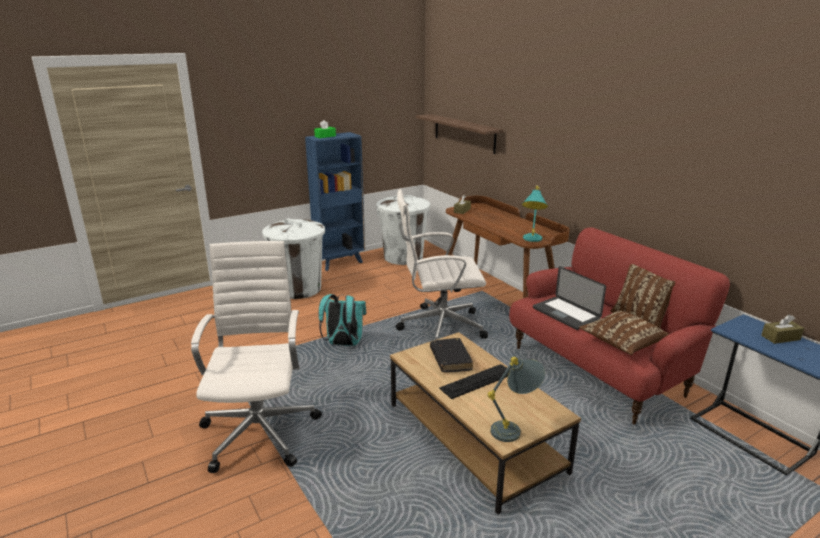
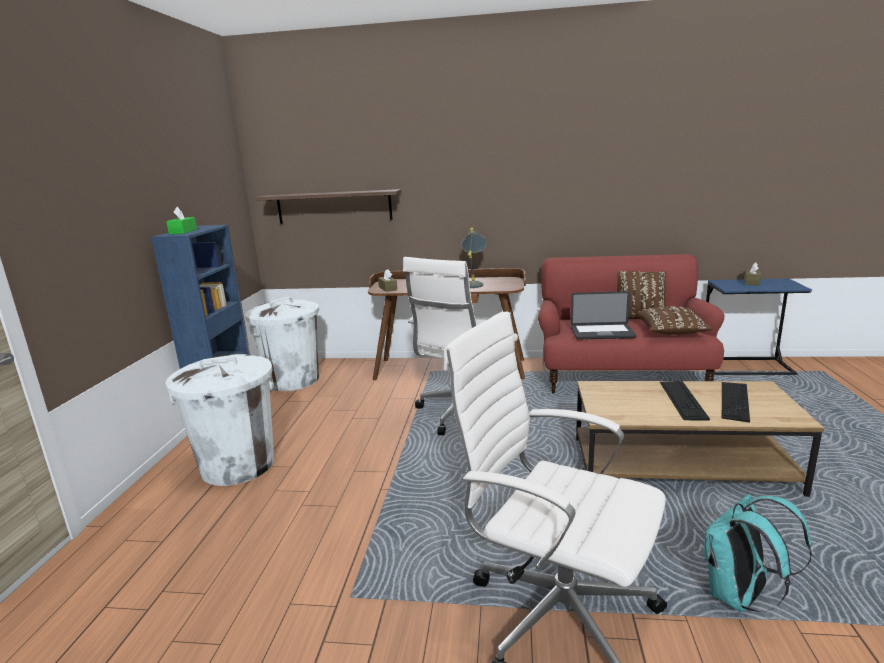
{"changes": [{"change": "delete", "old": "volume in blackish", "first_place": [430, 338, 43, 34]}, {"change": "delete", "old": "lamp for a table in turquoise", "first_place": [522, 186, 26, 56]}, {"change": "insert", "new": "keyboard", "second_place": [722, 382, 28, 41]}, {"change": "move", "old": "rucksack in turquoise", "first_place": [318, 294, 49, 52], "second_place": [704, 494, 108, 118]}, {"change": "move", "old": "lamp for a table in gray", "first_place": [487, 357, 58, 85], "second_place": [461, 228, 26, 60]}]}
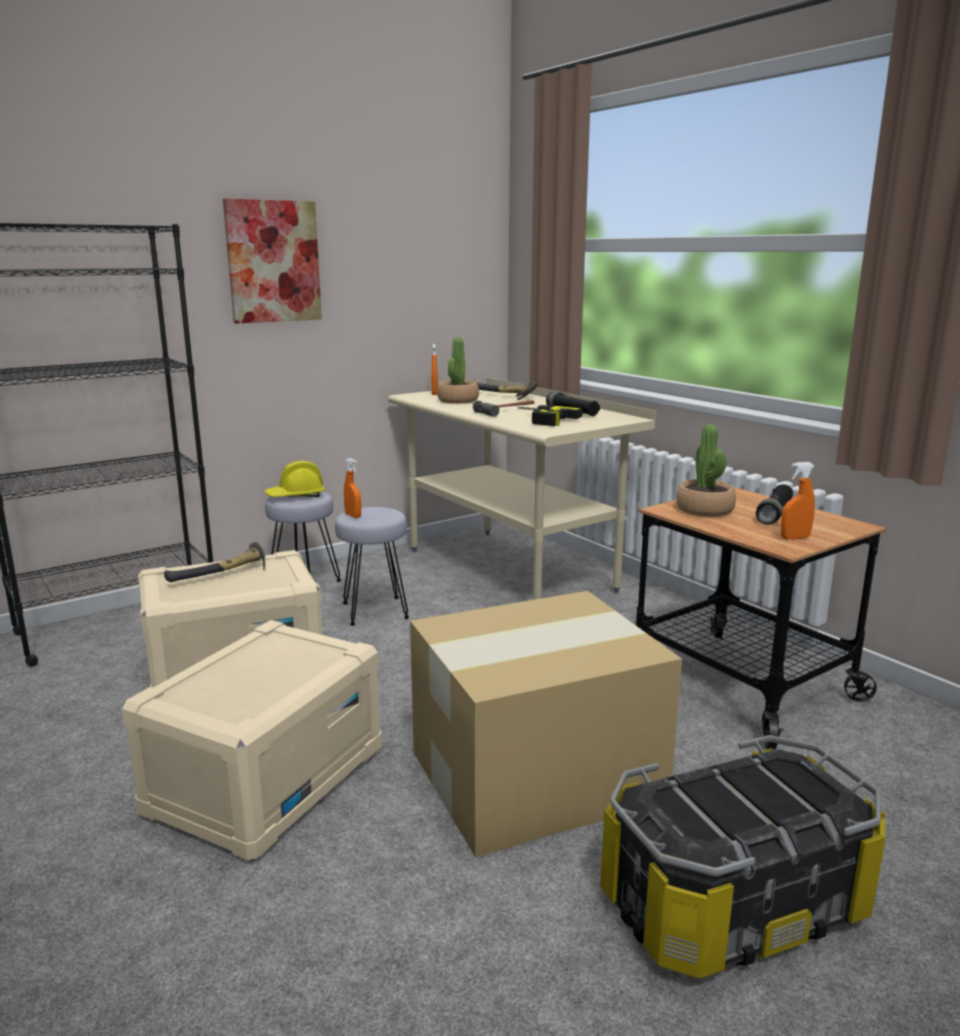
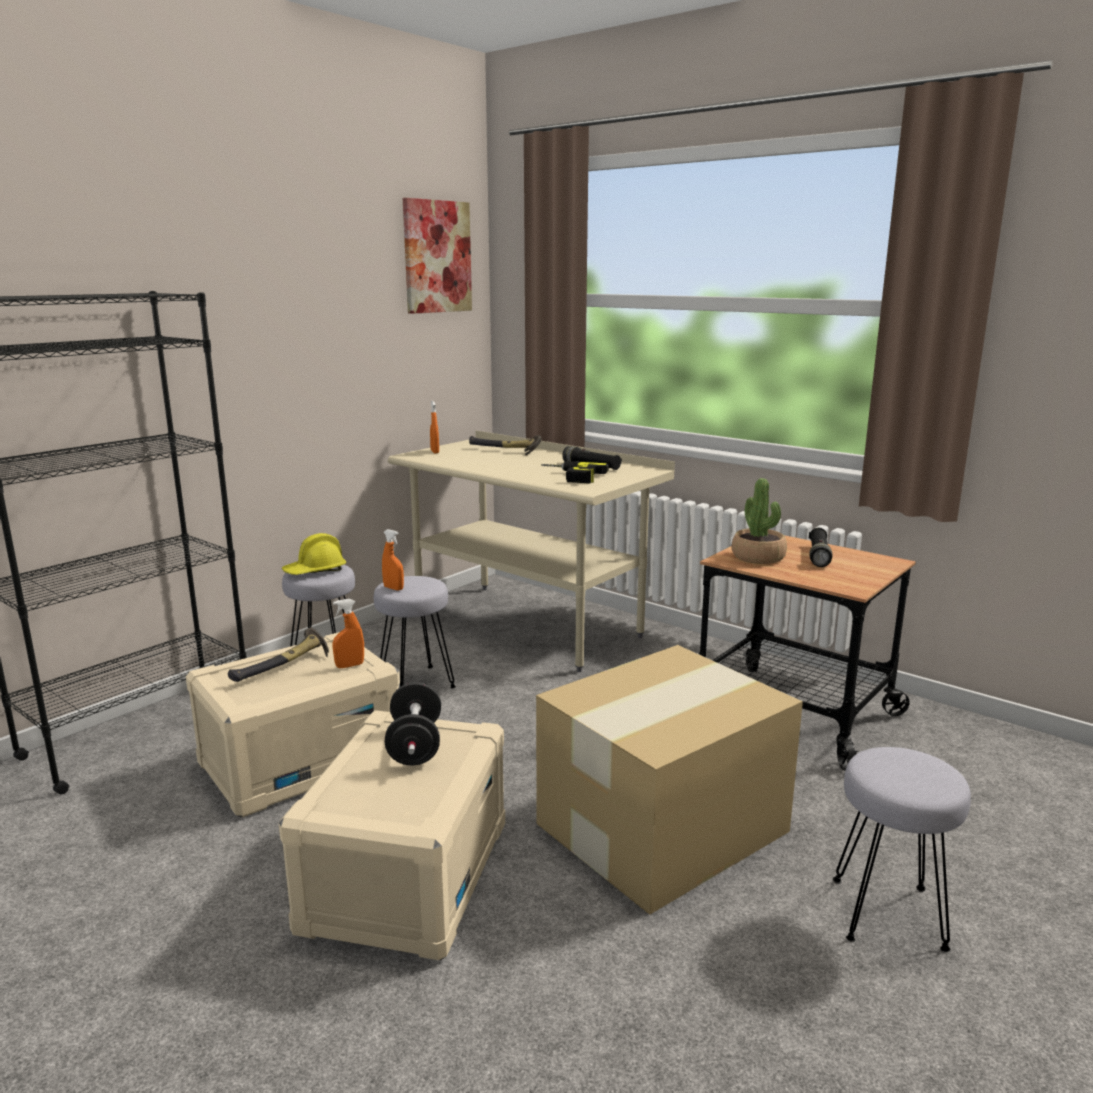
{"changes": [{"change": "delete", "old": "potted plant", "first_place": [437, 337, 42, 67]}, {"change": "delete", "old": "tool hammer", "first_place": [473, 400, 62, 16]}, {"change": "insert", "new": "free weight in blackish", "second_place": [385, 682, 56, 83]}, {"change": "move", "old": "wall picture", "first_place": [223, 198, 99, 126], "second_place": [403, 198, 69, 116]}, {"change": "move", "old": "hand sprayer in orangey", "first_place": [781, 462, 34, 78], "second_place": [333, 599, 31, 69]}, {"change": "replace", "old": "storage container", "new": "stool in gray", "first_place": [600, 735, 286, 243], "second_place": [833, 747, 138, 205]}]}
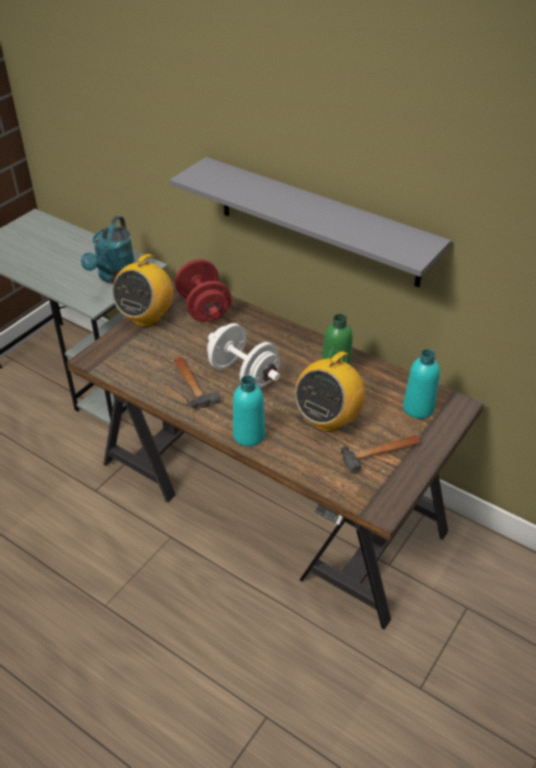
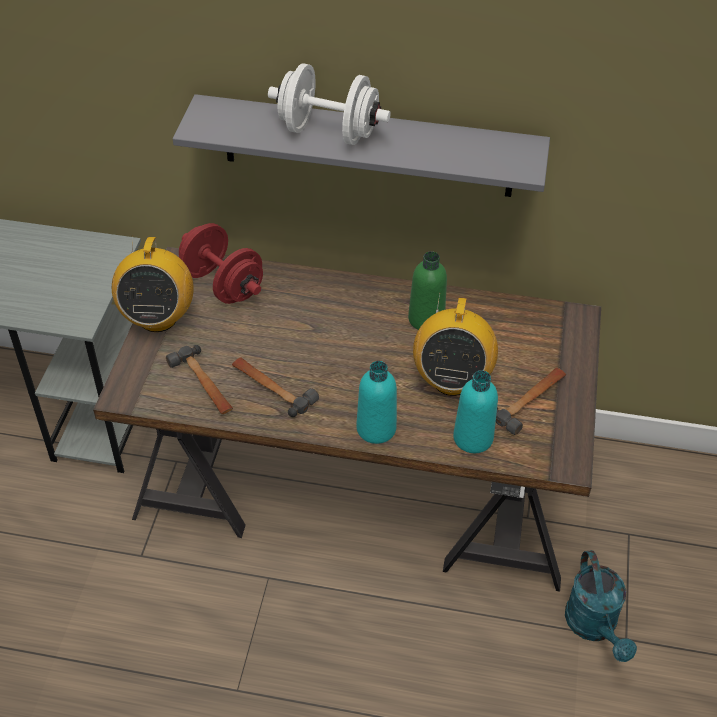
{"changes": [{"change": "insert", "new": "tool hammer", "second_place": [166, 345, 67, 69]}, {"change": "move", "old": "watering pot in turquoise", "first_place": [81, 216, 54, 68], "second_place": [565, 550, 72, 112]}, {"change": "move", "old": "free weight in white", "first_place": [207, 323, 73, 64], "second_place": [268, 63, 123, 82]}, {"change": "move", "old": "beverage bottle in turquoise", "first_place": [403, 349, 37, 70], "second_place": [453, 370, 45, 83]}]}
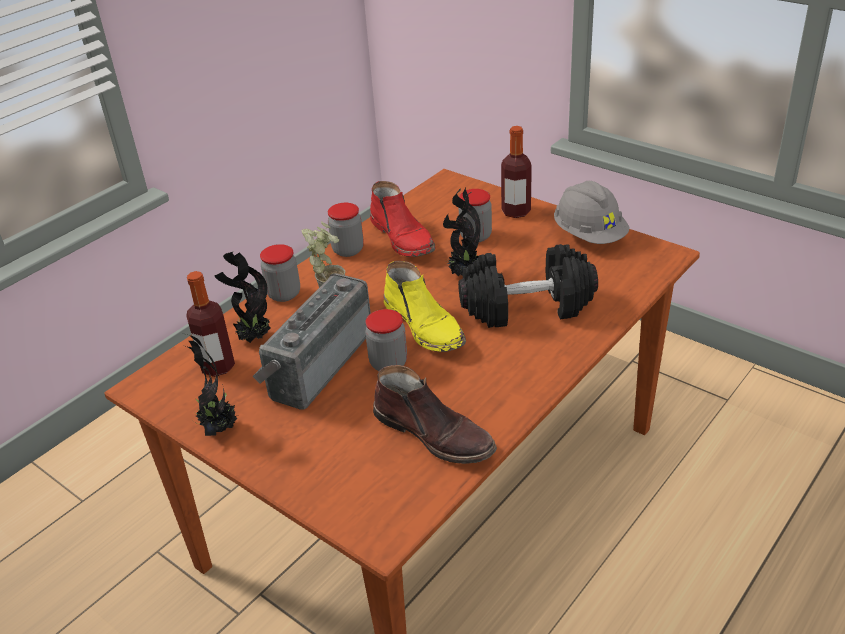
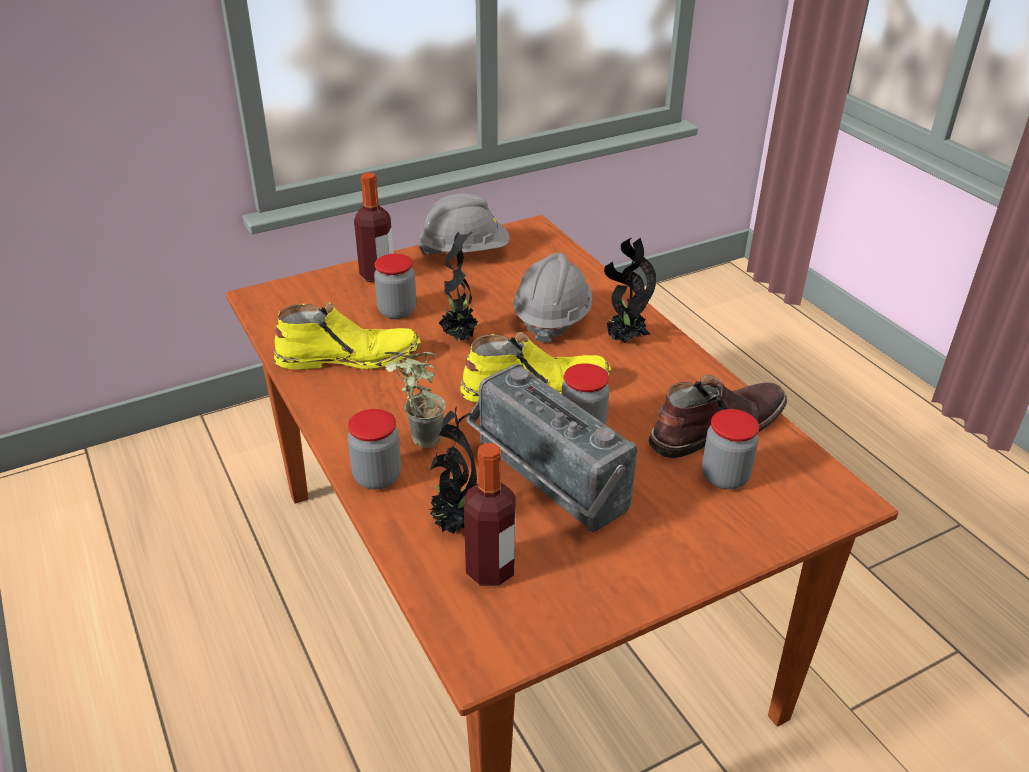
{"changes": [{"change": "move", "old": "potted plant", "first_place": [182, 334, 55, 102], "second_place": [604, 237, 52, 106]}, {"change": "move", "old": "storage jar", "first_place": [328, 203, 36, 54], "second_place": [702, 409, 57, 81]}, {"change": "replace", "old": "free weight in blackish", "new": "hard hat in gray", "first_place": [458, 244, 140, 84], "second_place": [513, 253, 79, 91]}, {"change": "recolor", "old": "tall boot in red", "new": "tall boot in yellow", "first_place": [370, 181, 65, 76], "second_place": [274, 303, 147, 67]}]}
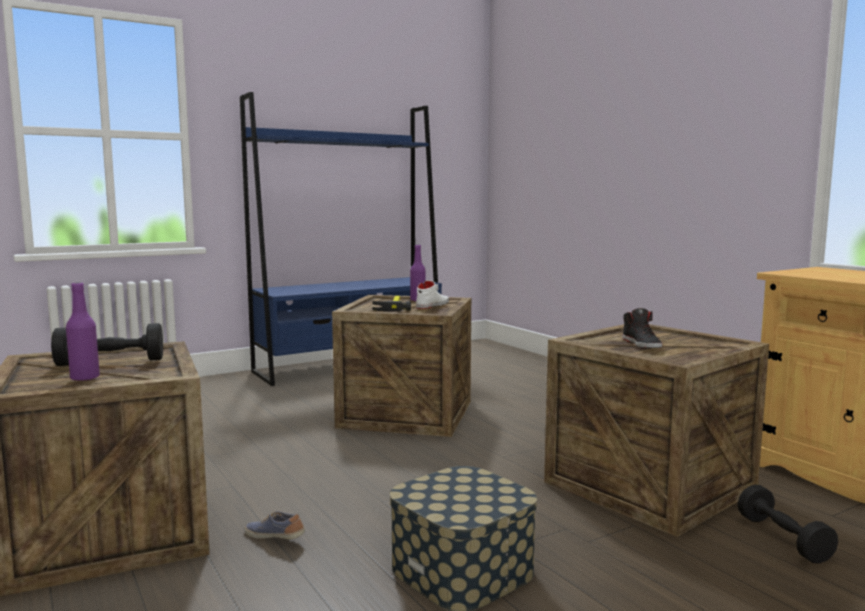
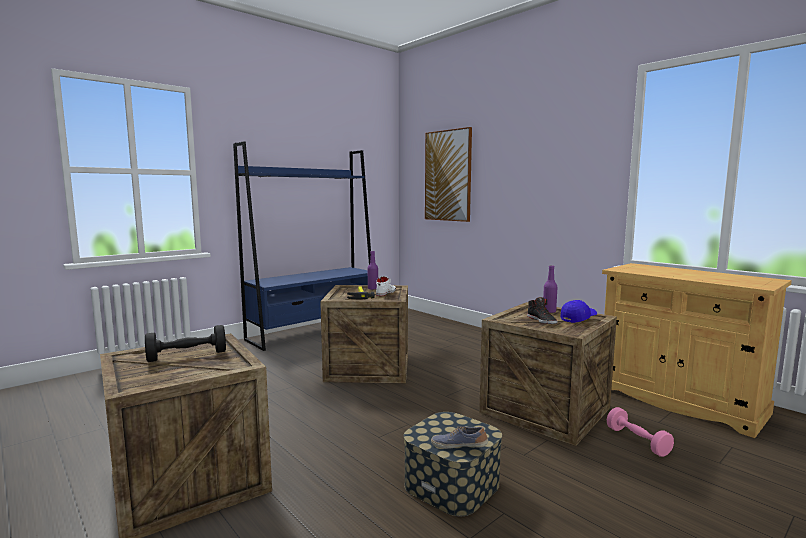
{"changes": [{"change": "insert", "new": "wall picture", "second_place": [425, 127, 47, 95]}, {"change": "insert", "new": "peaked cap in blue", "second_place": [561, 300, 36, 23]}, {"change": "move", "old": "beverage bottle in purplish", "first_place": [66, 282, 34, 99], "second_place": [543, 265, 14, 48]}, {"change": "move", "old": "low shoe", "first_place": [244, 511, 61, 29], "second_place": [431, 426, 57, 23]}, {"change": "recolor", "old": "free weight in blackish", "new": "free weight in pink", "first_place": [738, 485, 100, 79], "second_place": [607, 407, 67, 50]}]}
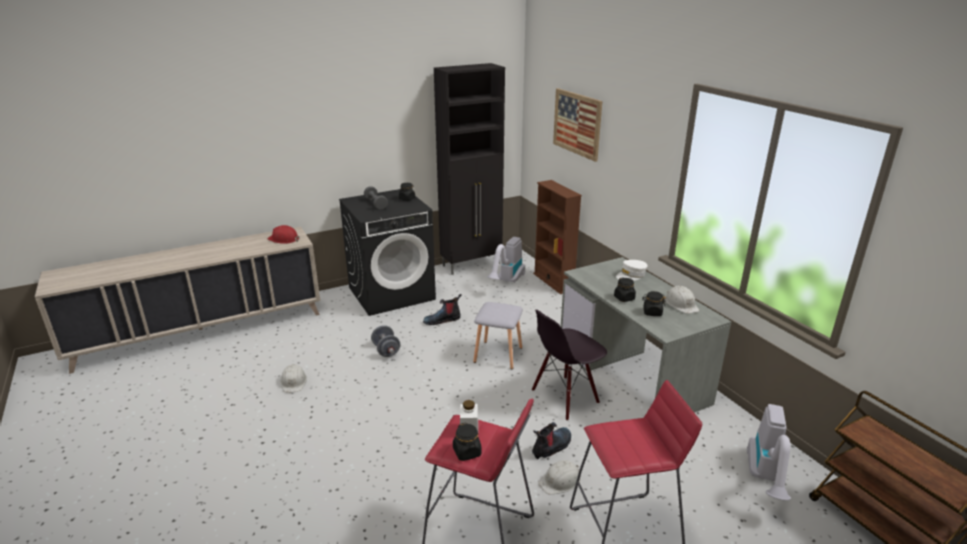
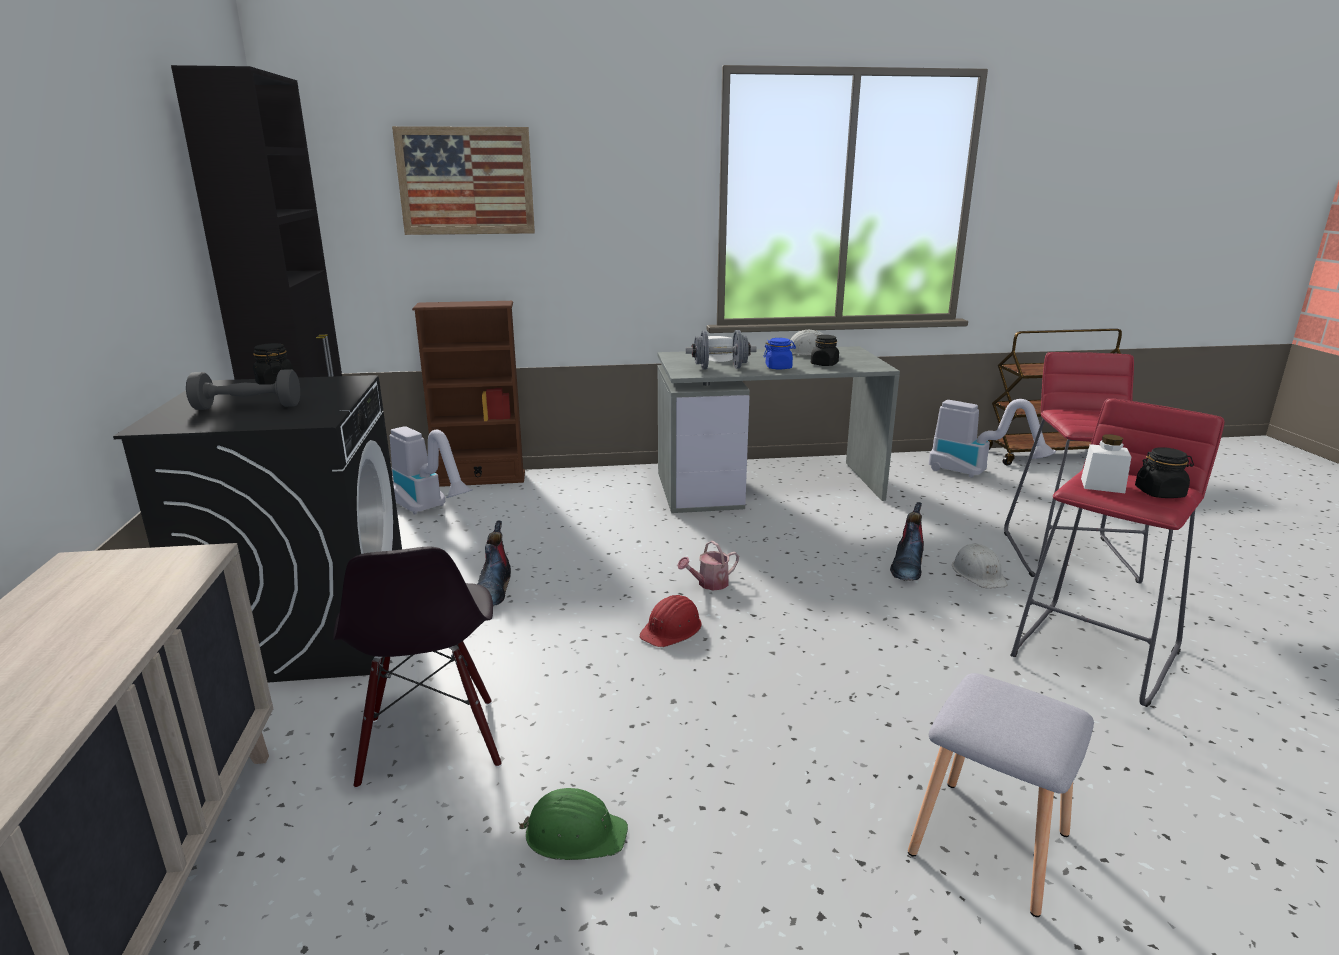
{"changes": [{"change": "insert", "new": "watering pot", "second_place": [677, 541, 62, 50]}, {"change": "move", "old": "hard hat in red", "first_place": [268, 225, 32, 19], "second_place": [639, 595, 63, 52]}, {"change": "move", "old": "free weight in gray", "first_place": [371, 325, 29, 32], "second_place": [685, 330, 72, 39]}, {"change": "move", "old": "stool in gray", "first_place": [473, 302, 50, 67], "second_place": [908, 673, 186, 244]}, {"change": "move", "old": "upright chair in blackish", "first_place": [532, 310, 75, 111], "second_place": [333, 547, 169, 242]}, {"change": "recolor", "old": "hard hat in white", "new": "hard hat in green-coloured", "first_place": [281, 364, 26, 29], "second_place": [518, 788, 110, 72]}, {"change": "recolor", "old": "storage jar in blackish", "new": "storage jar in blue", "first_place": [614, 277, 22, 25], "second_place": [763, 338, 33, 32]}, {"change": "rotate", "old": "tall boot", "first_place": [532, 422, 39, 37], "second_place": [890, 502, 34, 79], "degrees": -135}]}
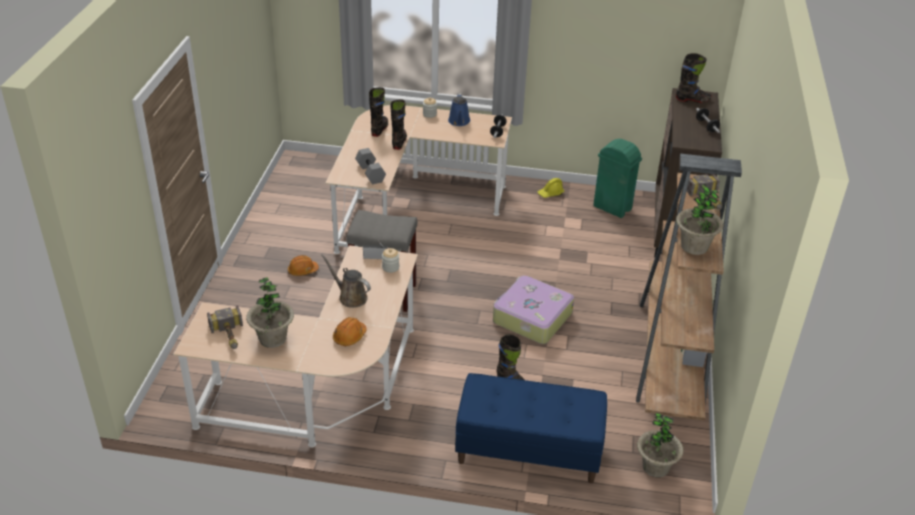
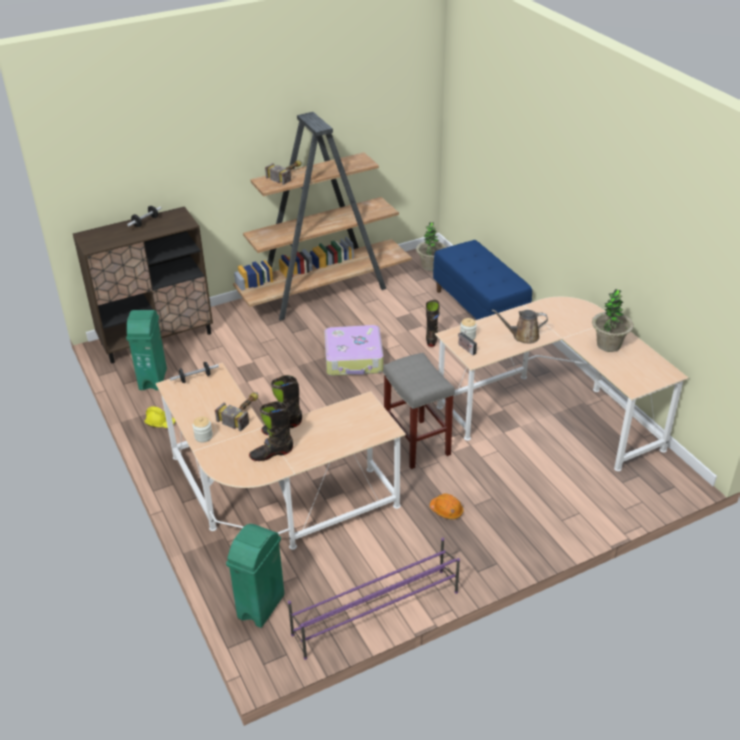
{"changes": [{"change": "delete", "old": "hard hat in orangey", "first_place": [333, 317, 34, 29]}, {"change": "delete", "old": "free weight in gray", "first_place": [355, 148, 31, 36]}, {"change": "delete", "old": "watering pot in blue", "first_place": [448, 93, 23, 33]}, {"change": "delete", "old": "tall boot in blackish", "first_place": [676, 53, 36, 50]}, {"change": "delete", "old": "potted plant", "first_place": [676, 184, 48, 71]}, {"change": "insert", "new": "rubbish bin in green-coloured", "second_place": [226, 524, 58, 104]}, {"change": "insert", "new": "shoe shelf in purplish", "second_place": [288, 538, 172, 122]}, {"change": "move", "old": "tool hammer", "first_place": [207, 306, 36, 43], "second_place": [215, 392, 43, 40]}, {"change": "rotate", "old": "watering pot in brown-coloured", "first_place": [321, 254, 50, 54], "second_place": [492, 309, 56, 35], "degrees": 90}]}
